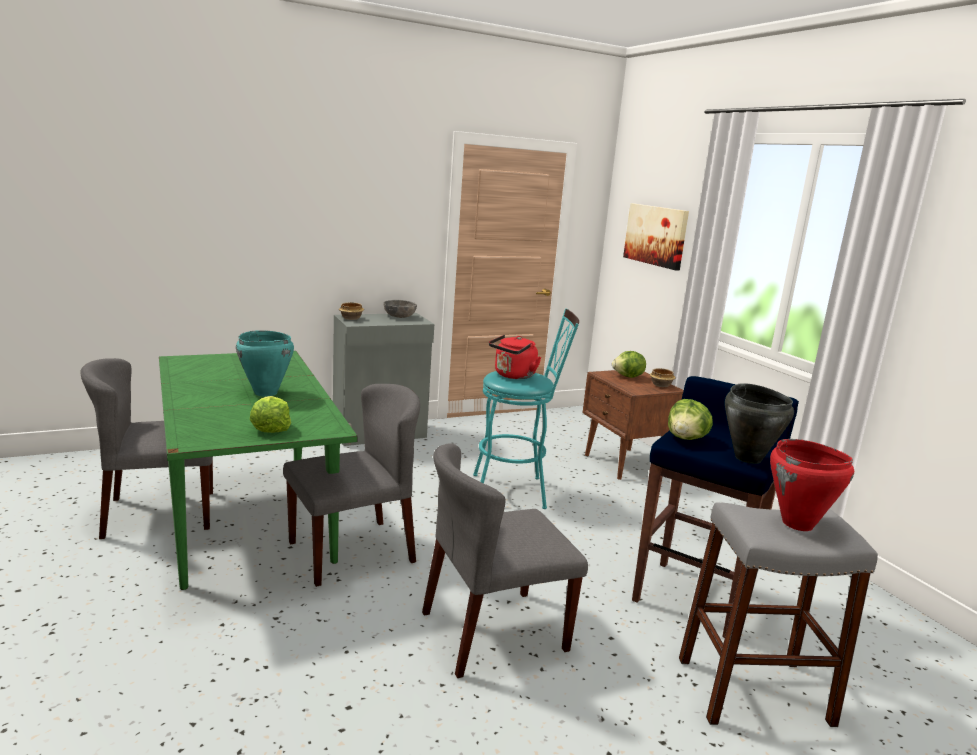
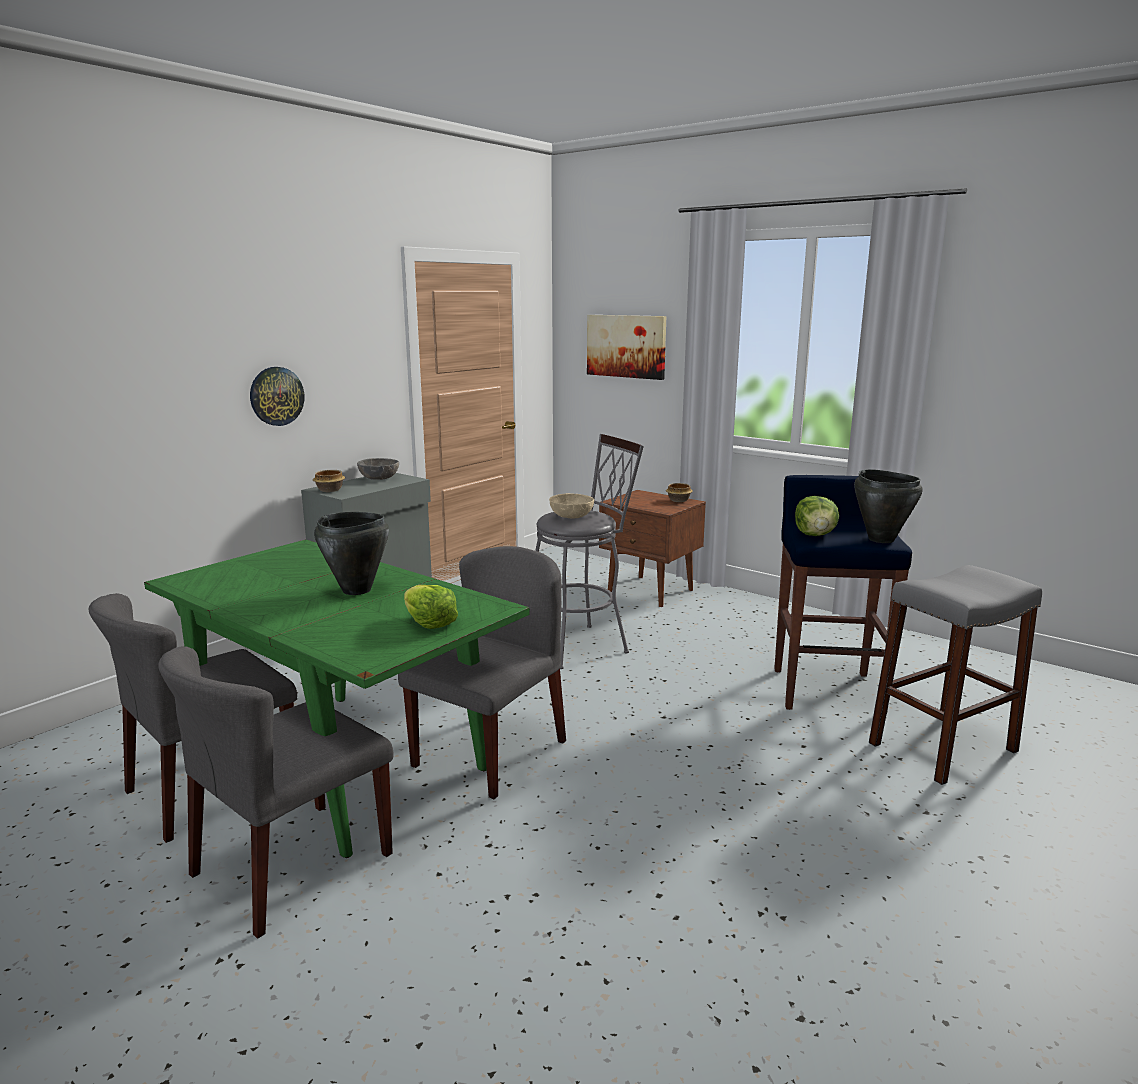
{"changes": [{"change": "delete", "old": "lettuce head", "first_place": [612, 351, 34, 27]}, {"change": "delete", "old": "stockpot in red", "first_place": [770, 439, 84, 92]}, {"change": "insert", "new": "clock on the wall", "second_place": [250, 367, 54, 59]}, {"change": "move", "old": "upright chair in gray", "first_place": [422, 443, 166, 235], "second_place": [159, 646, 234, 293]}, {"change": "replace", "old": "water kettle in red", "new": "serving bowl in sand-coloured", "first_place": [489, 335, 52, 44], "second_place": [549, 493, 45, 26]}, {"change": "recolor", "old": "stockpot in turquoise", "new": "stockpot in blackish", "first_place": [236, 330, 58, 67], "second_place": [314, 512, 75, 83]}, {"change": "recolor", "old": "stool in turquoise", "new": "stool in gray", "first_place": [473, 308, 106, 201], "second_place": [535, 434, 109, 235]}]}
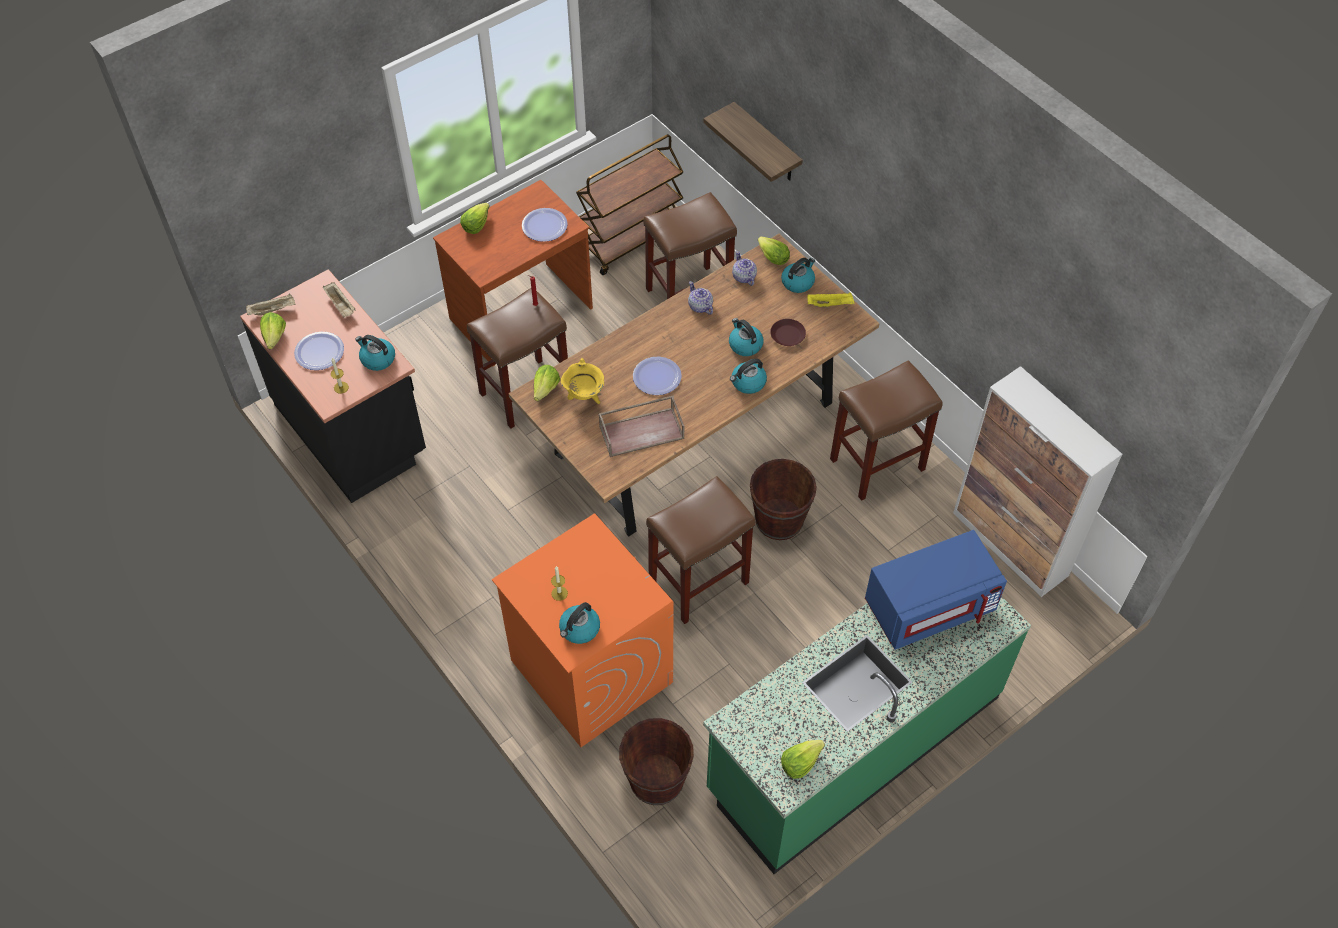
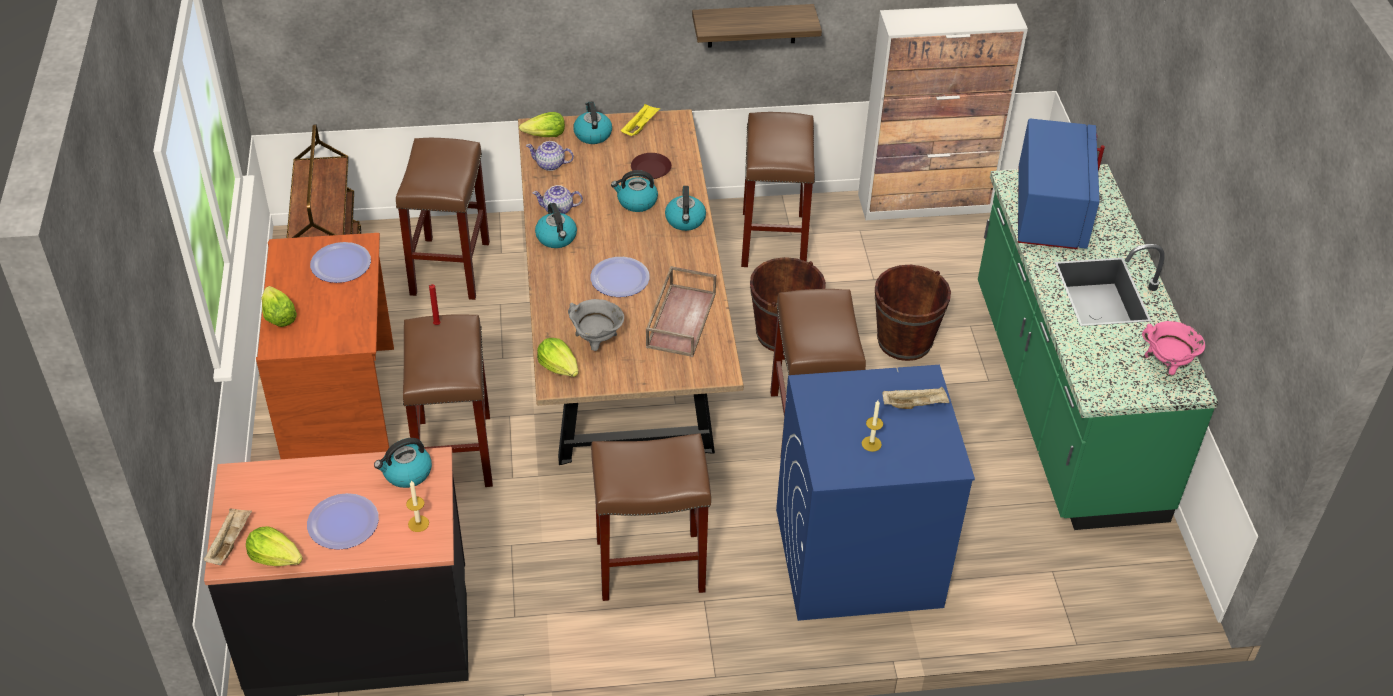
{"changes": [{"change": "insert", "new": "stool in brown-coloured", "second_place": [591, 433, 120, 168]}, {"change": "move", "old": "serving tray in sand-coloured", "first_place": [323, 282, 33, 35], "second_place": [882, 387, 68, 22]}, {"change": "move", "old": "water kettle", "first_place": [559, 602, 41, 42], "second_place": [535, 203, 42, 45]}, {"change": "move", "old": "pail in brown-coloured", "first_place": [619, 718, 75, 87], "second_place": [875, 265, 76, 96]}, {"change": "move", "old": "wall shelf", "first_place": [703, 102, 100, 80], "second_place": [692, 4, 130, 44]}, {"change": "replace", "old": "lettuce head", "new": "stockpot in pink", "first_place": [781, 740, 44, 39], "second_place": [1142, 321, 63, 54]}, {"change": "recolor", "old": "washing machine in orangey", "new": "washing machine in blue", "first_place": [492, 513, 182, 234], "second_place": [776, 365, 199, 256]}, {"change": "recolor", "old": "stockpot in yellow", "new": "stockpot in gray", "first_place": [561, 358, 43, 46], "second_place": [568, 299, 56, 52]}]}
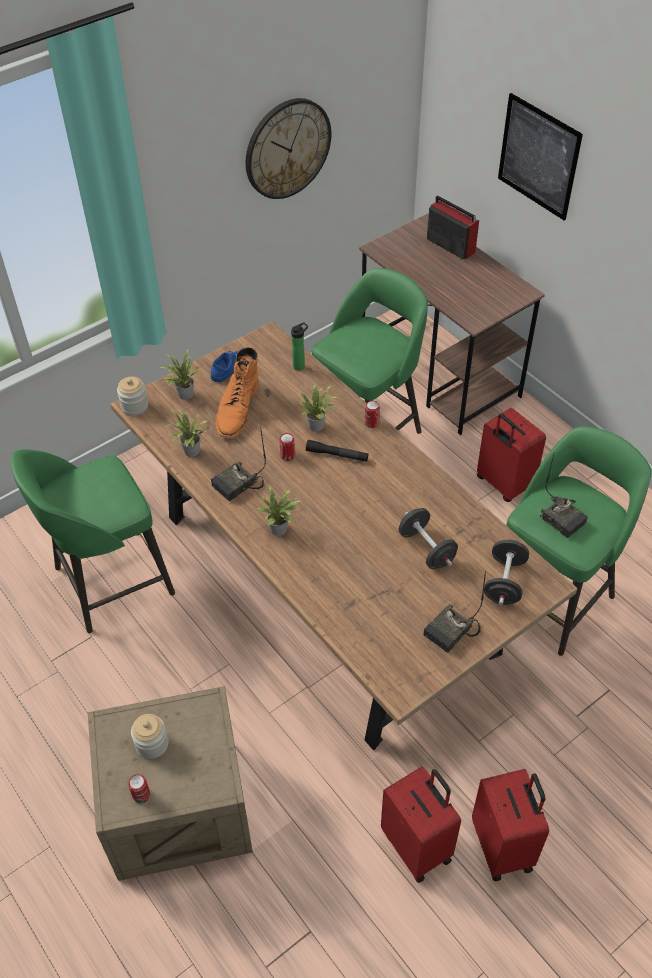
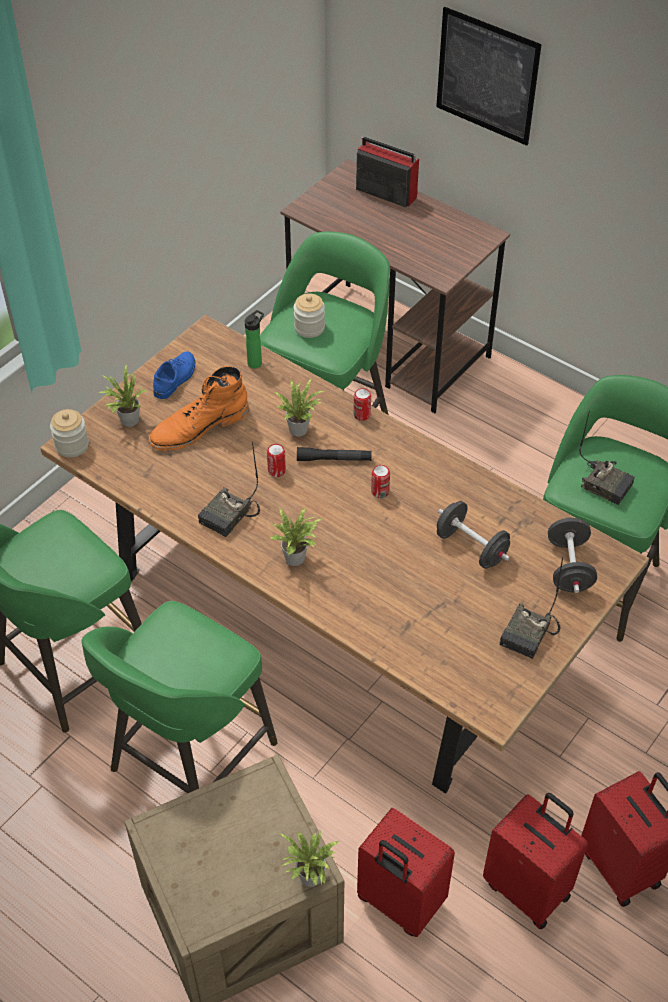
{"changes": [{"change": "delete", "old": "clock on the wall", "first_place": [246, 98, 85, 101]}, {"change": "insert", "new": "stool in green-coloured", "second_place": [81, 601, 197, 192]}, {"change": "move", "old": "sealed can", "first_place": [128, 774, 22, 29], "second_place": [371, 465, 19, 33]}, {"change": "move", "old": "storage jar", "first_place": [131, 714, 38, 45], "second_place": [294, 293, 31, 45]}, {"change": "move", "old": "potted plant", "first_place": [164, 409, 43, 48], "second_place": [279, 830, 61, 57]}, {"change": "move", "old": "suitcase in red", "first_place": [477, 408, 69, 94], "second_place": [357, 808, 98, 129]}, {"change": "rotate", "old": "tall boot in orangey", "first_place": [216, 347, 42, 92], "second_place": [148, 366, 101, 85], "degrees": 60}]}
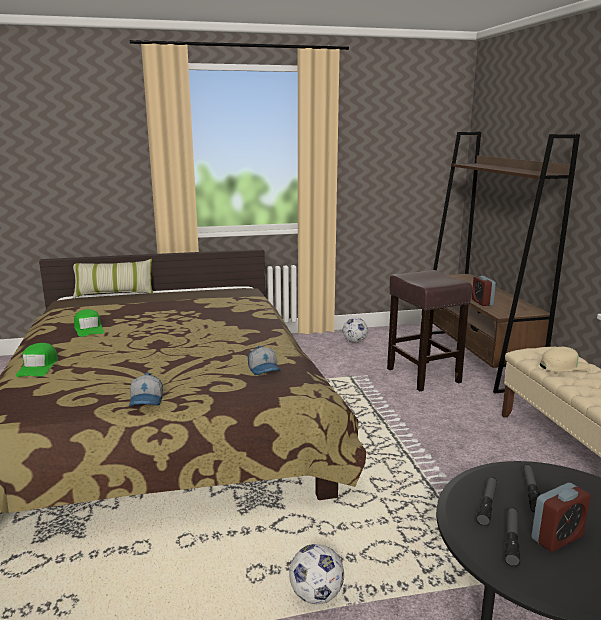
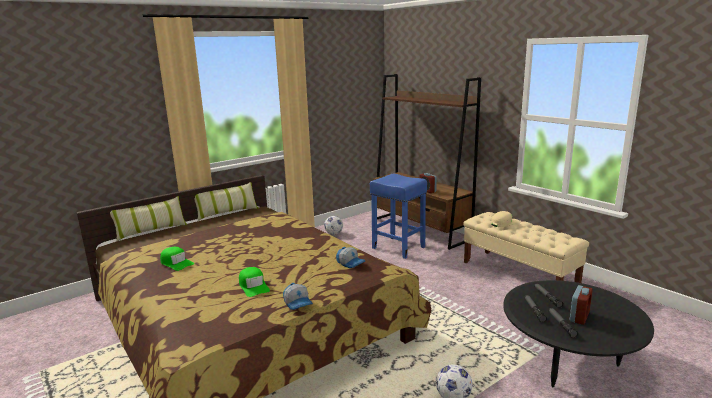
{"changes": [{"change": "insert", "new": "pillow", "second_place": [194, 182, 65, 39]}, {"change": "move", "old": "peaked cap in green-coloured", "first_place": [16, 343, 42, 34], "second_place": [239, 267, 31, 30]}, {"change": "recolor", "old": "stool in brown-coloured", "new": "stool in blue", "first_place": [387, 270, 85, 121], "second_place": [370, 174, 57, 85]}]}
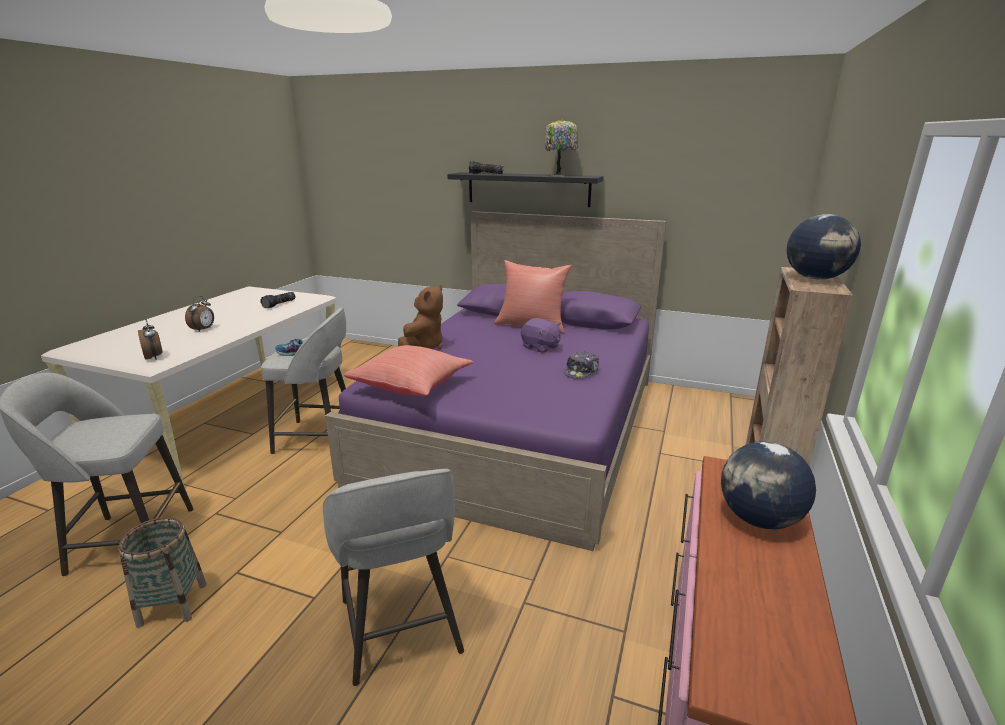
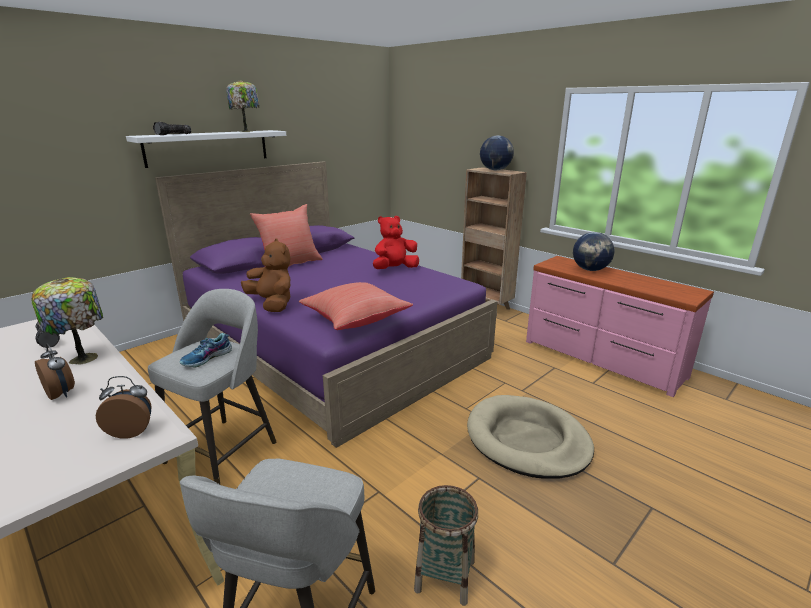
{"changes": [{"change": "delete", "old": "soft toy in purplish", "first_place": [521, 318, 40, 35]}, {"change": "insert", "new": "lamp for a table", "second_place": [31, 277, 72, 88]}, {"change": "replace", "old": "stool in gray", "new": "pet bed in sand-coloured", "first_place": [323, 469, 141, 217], "second_place": [467, 395, 127, 84]}, {"change": "replace", "old": "peaked cap", "new": "soft toy in red", "first_place": [563, 351, 36, 28], "second_place": [373, 216, 46, 53]}, {"change": "recolor", "old": "wall shelf in blackish", "new": "wall shelf in white", "first_place": [447, 172, 157, 35], "second_place": [126, 130, 160, 38]}]}
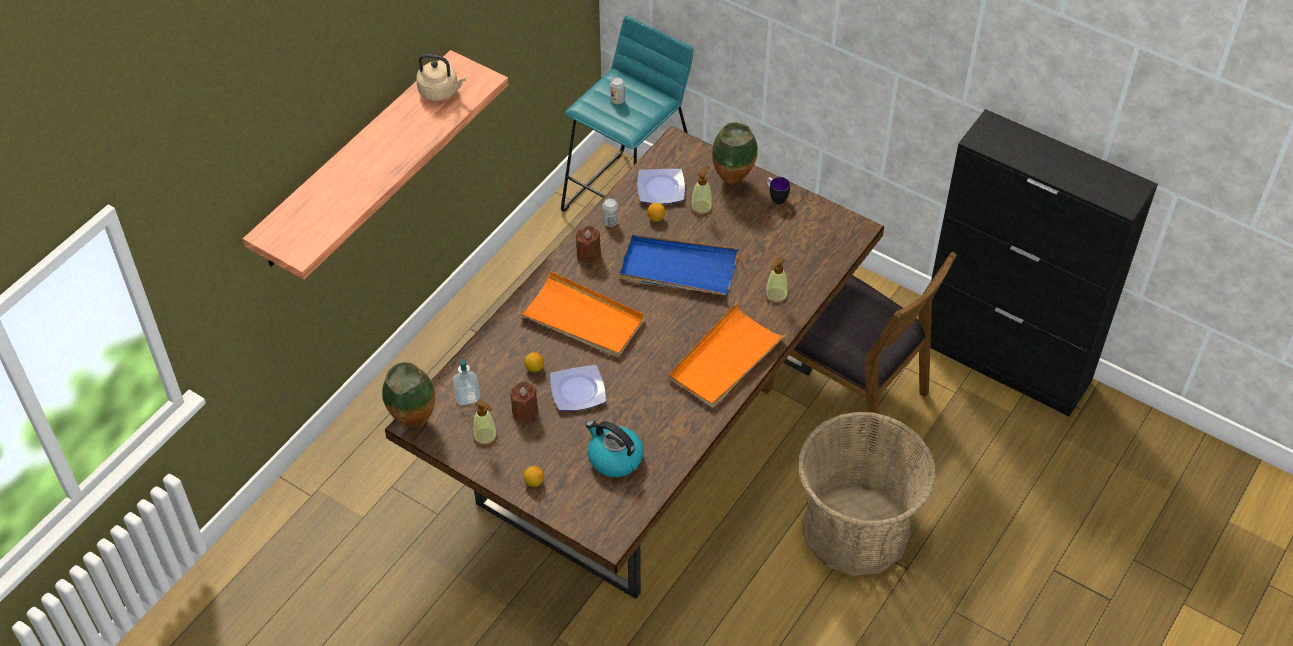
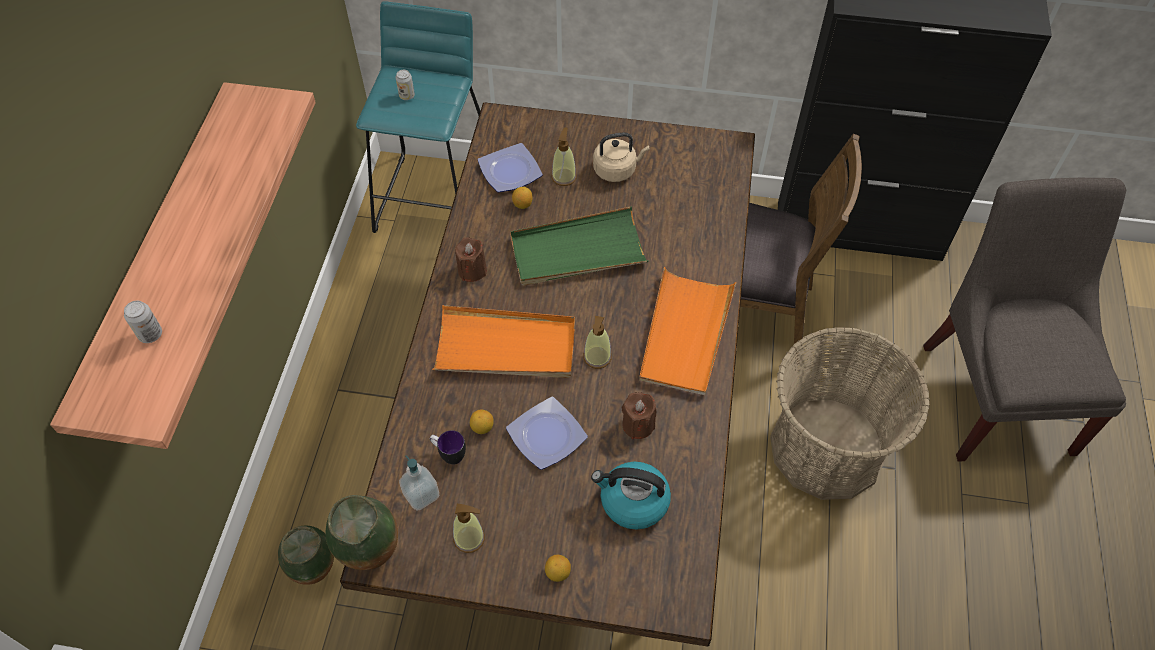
{"changes": [{"change": "insert", "new": "upright chair in gray", "second_place": [923, 178, 203, 284]}, {"change": "move", "old": "water kettle in sand-coloured", "first_place": [416, 54, 50, 47], "second_place": [593, 132, 57, 50]}, {"change": "move", "old": "candle in brown-coloured", "first_place": [510, 381, 28, 41], "second_place": [622, 392, 34, 47]}, {"change": "move", "old": "sealed can", "first_place": [603, 198, 15, 29], "second_place": [124, 300, 38, 43]}, {"change": "move", "old": "decorative vase", "first_place": [712, 122, 46, 62], "second_place": [278, 526, 56, 59]}, {"change": "move", "old": "liquid soap bottle", "first_place": [765, 257, 23, 47], "second_place": [583, 316, 29, 53]}, {"change": "move", "old": "coffee mug", "first_place": [767, 177, 23, 27], "second_place": [430, 430, 36, 35]}, {"change": "recolor", "old": "serving tray in blue", "new": "serving tray in green-coloured", "first_place": [620, 235, 119, 60], "second_place": [510, 206, 139, 79]}]}
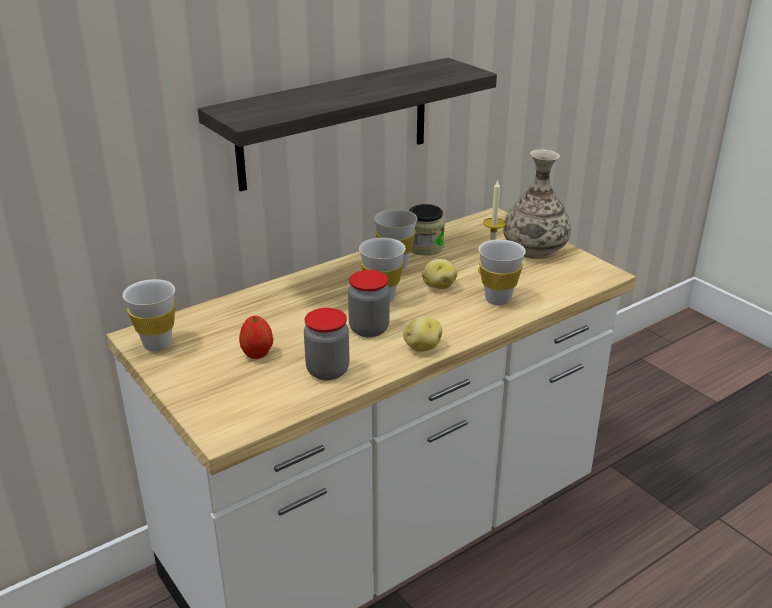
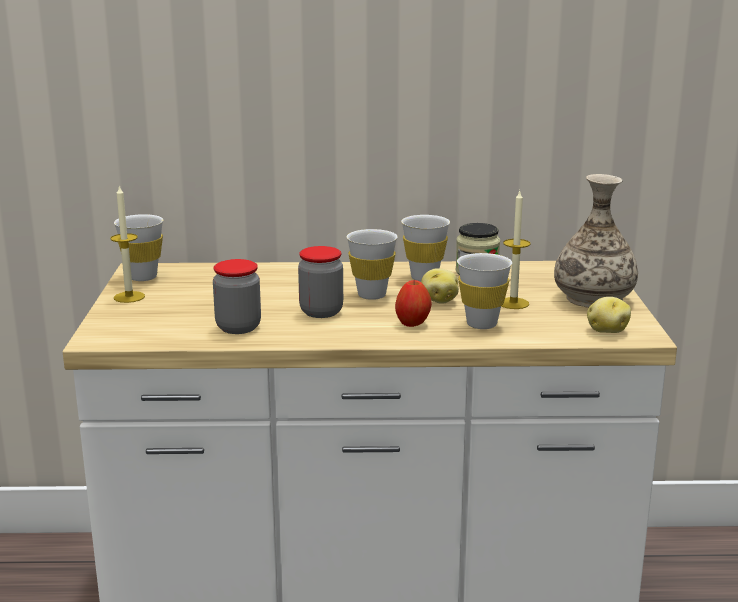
{"changes": [{"change": "delete", "old": "wall shelf", "first_place": [198, 58, 299, 134]}, {"change": "insert", "new": "candle", "second_place": [111, 185, 34, 118]}, {"change": "move", "old": "apple", "first_place": [239, 316, 34, 43], "second_place": [395, 279, 37, 48]}, {"change": "move", "old": "potato", "first_place": [403, 316, 39, 36], "second_place": [587, 297, 44, 36]}]}
